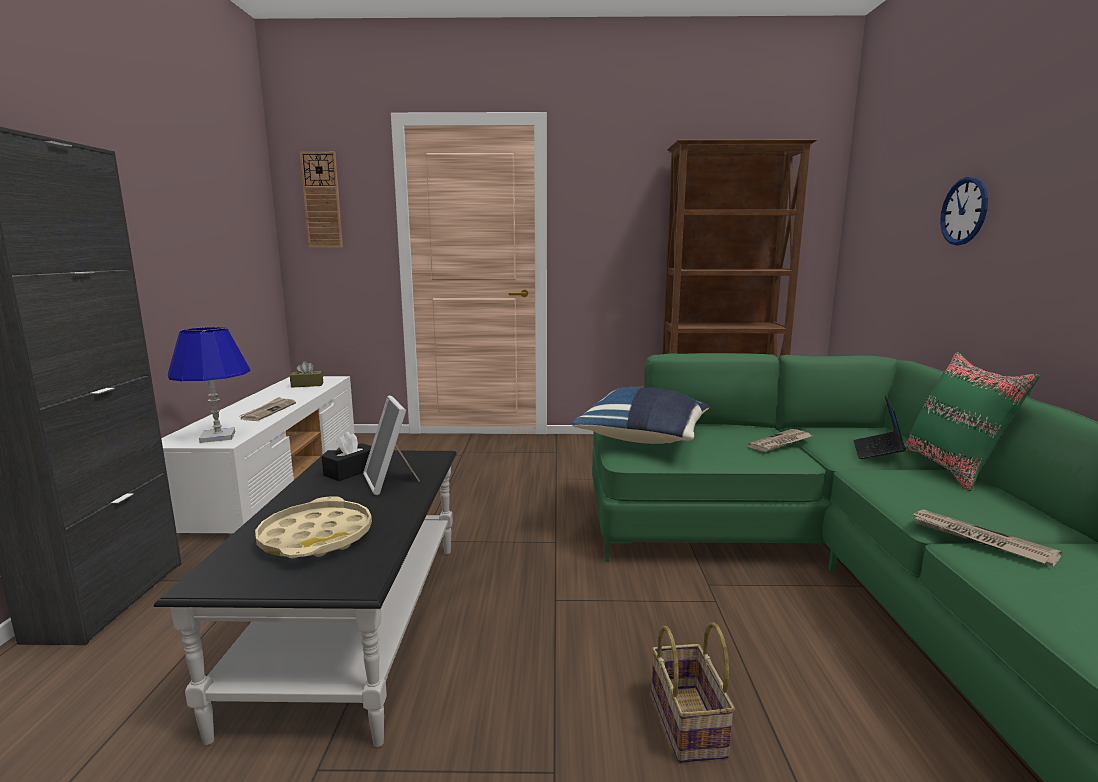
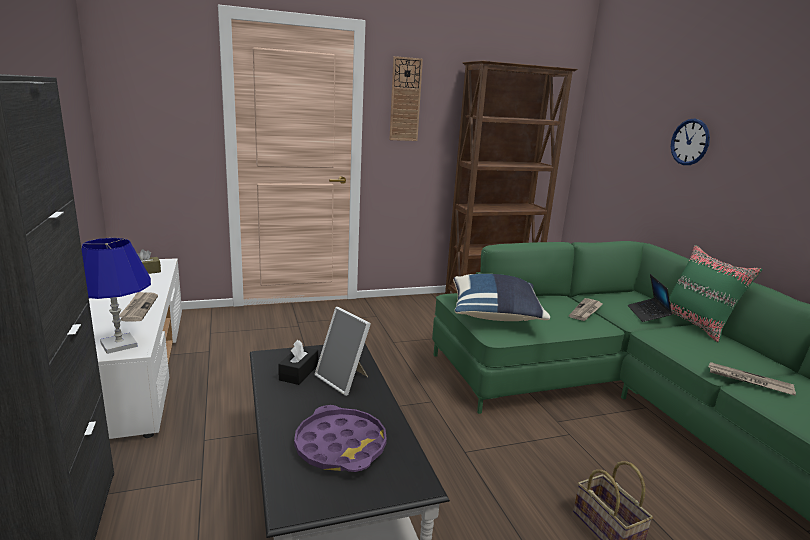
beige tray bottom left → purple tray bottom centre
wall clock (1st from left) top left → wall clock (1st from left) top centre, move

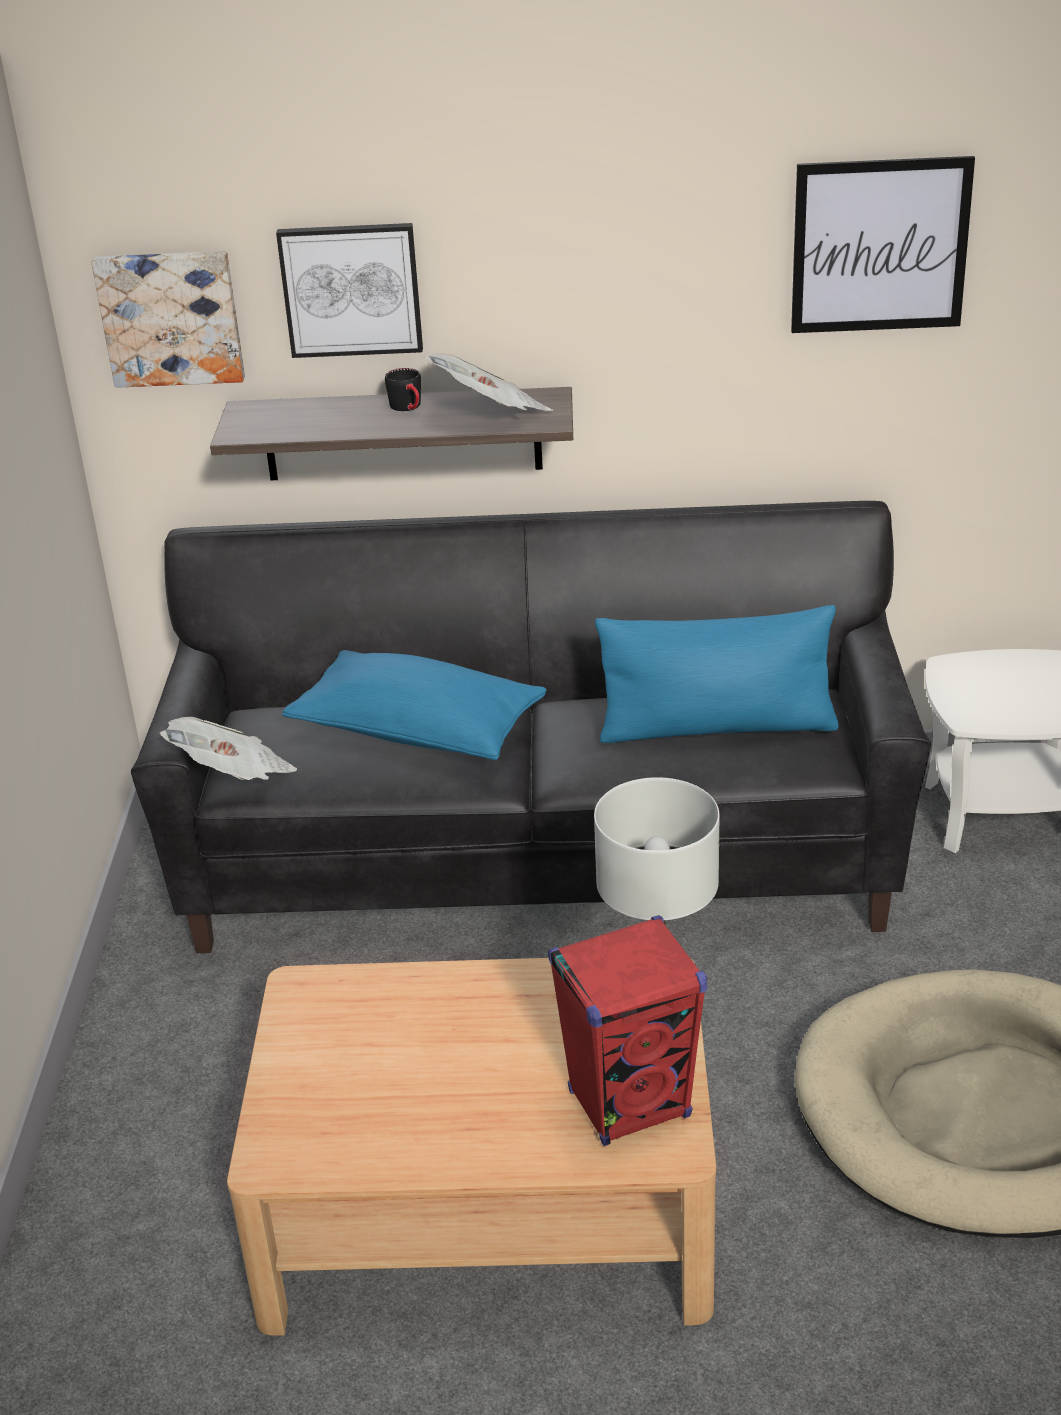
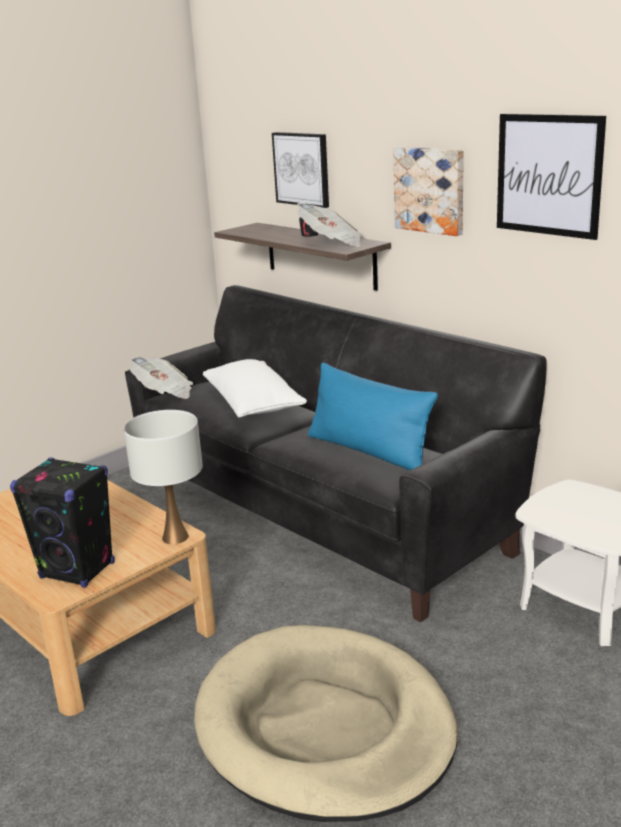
picture (1st from left in the first image) top left → picture (2nd from left) top right, move
blue pillow (1st from left) centre → white pillow centre
red speaker bottom centre → black speaker middle left

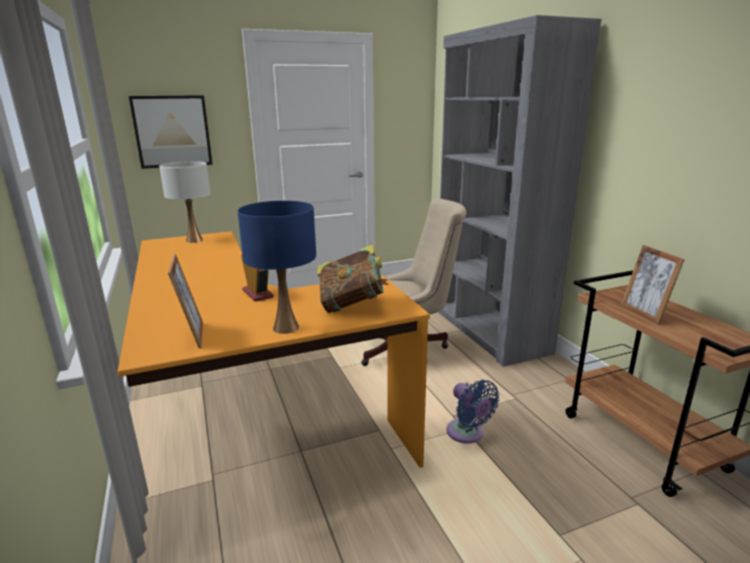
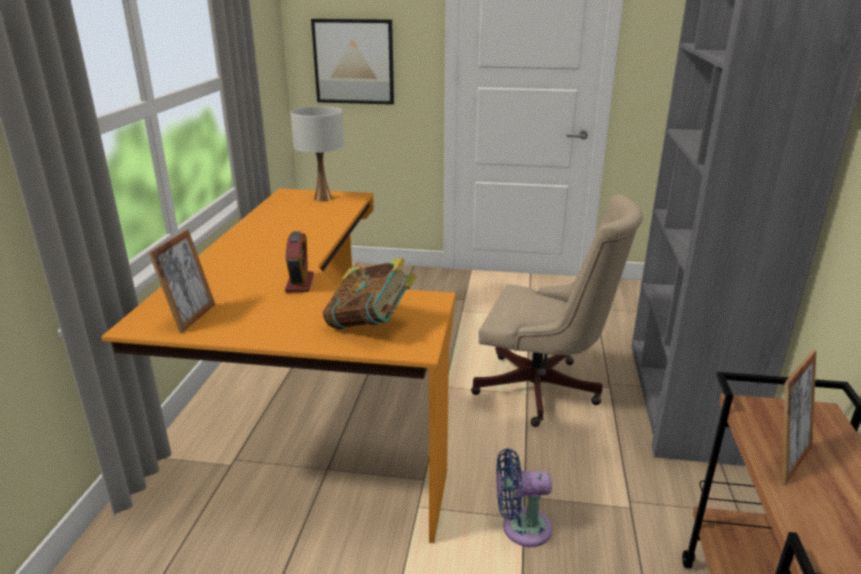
blue table lamp centre → -
blue fan bottom centre, 90 degrees clockwise
picture frame (2nd from left) middle right → picture frame (2nd from left) bottom right, 150 degrees counterclockwise

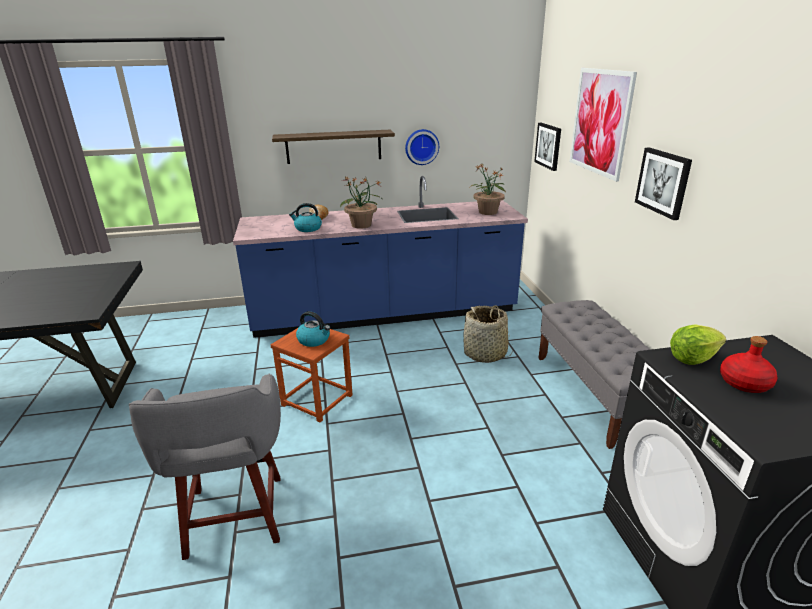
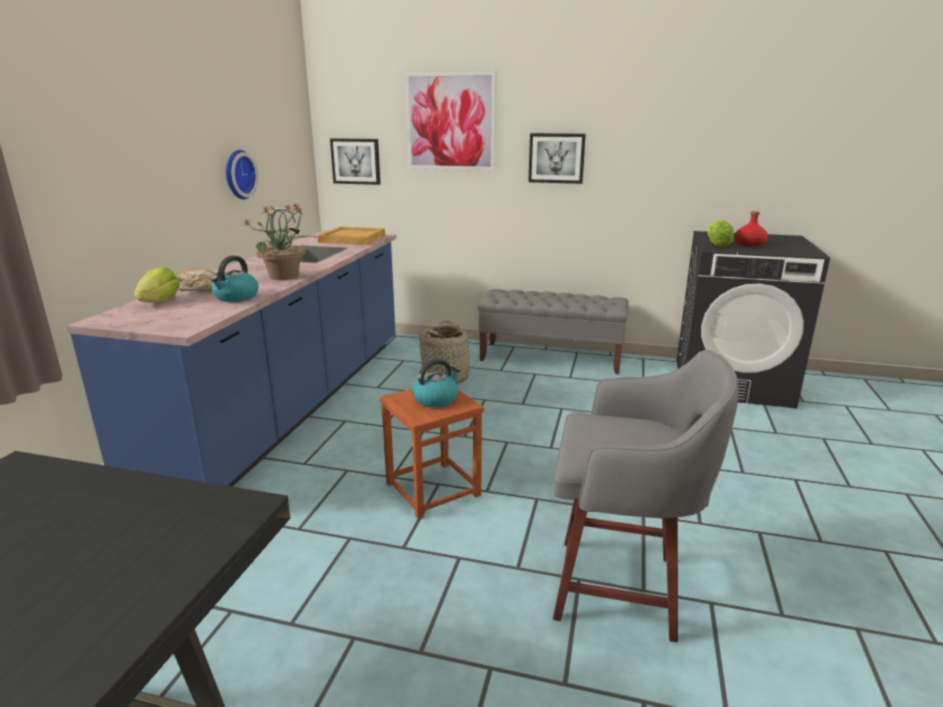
shelf top centre → -
potted plant (2nd from left) top centre → beige tray centre
- → lettuce (1st from left) middle left

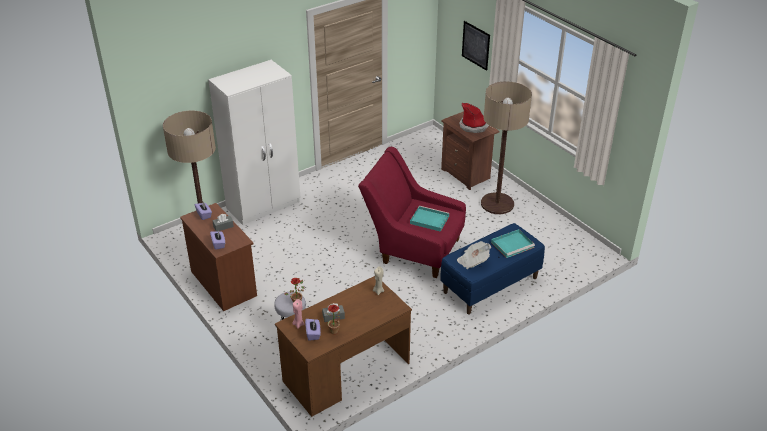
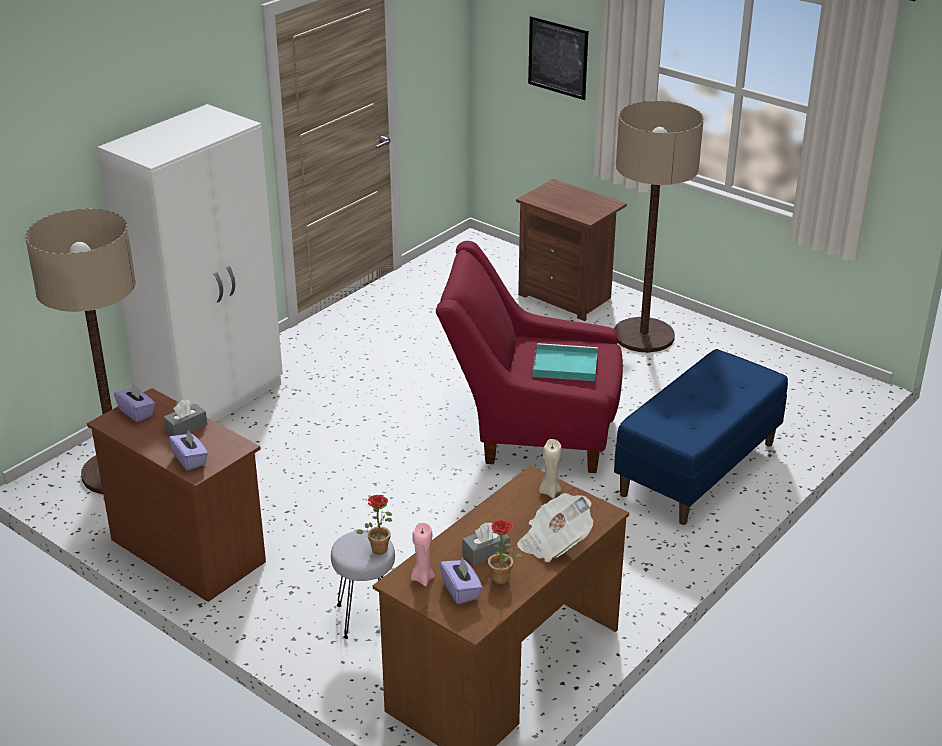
newspaper centre → newspaper bottom centre, move
hat top centre → -
turquoise tray (2nd from left) middle right → -

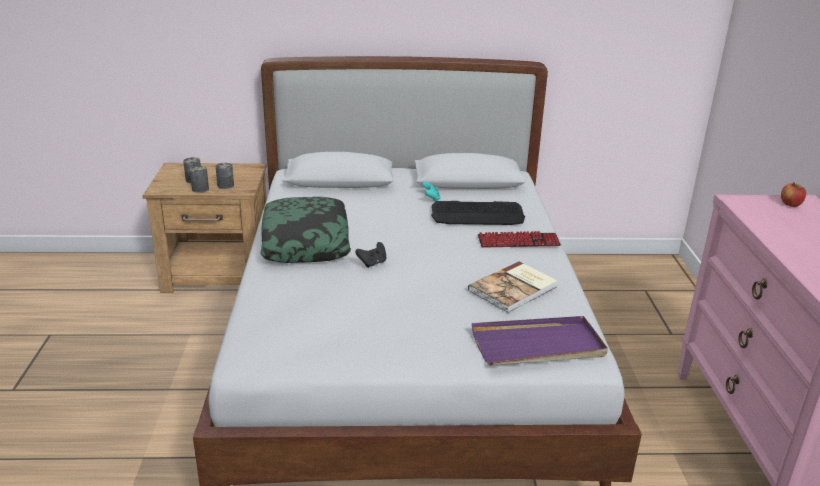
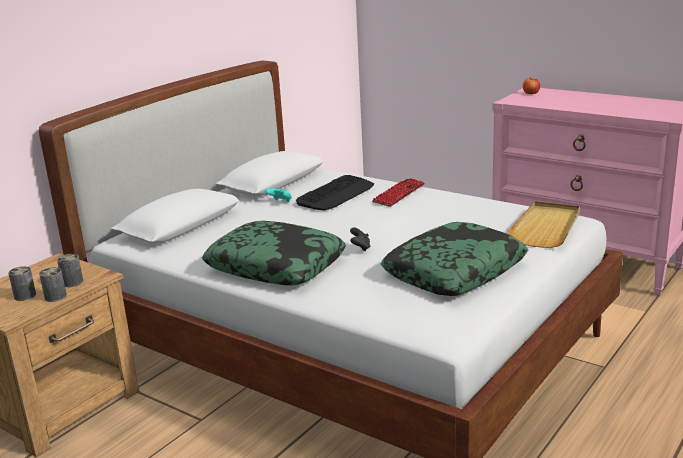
book centre → -
purple tray bottom centre → beige tray middle right
- → pillow (2nd from left) centre

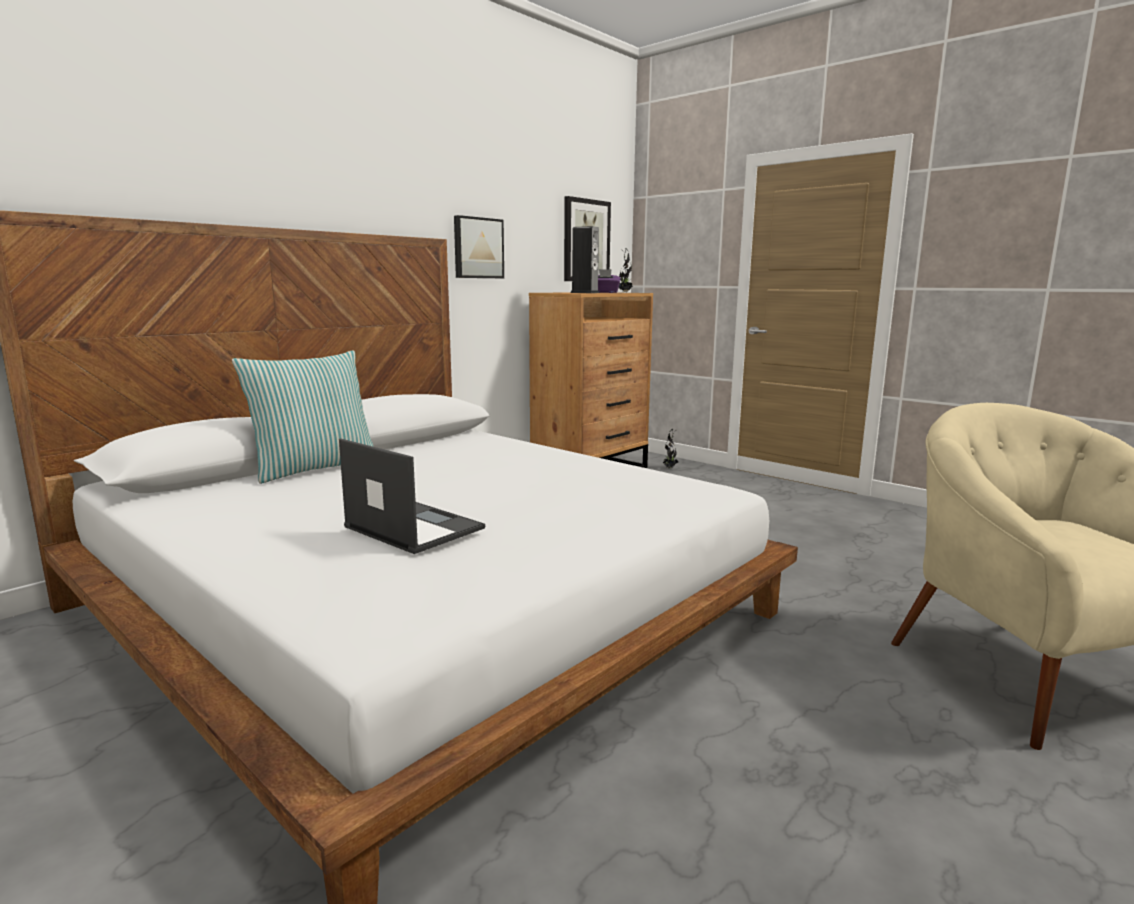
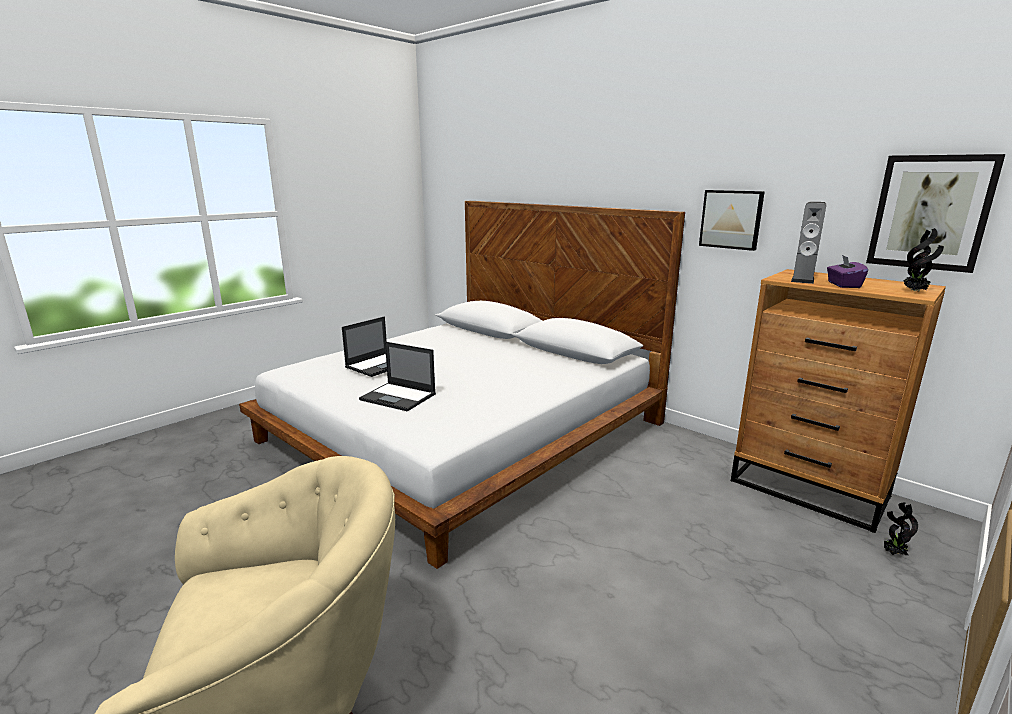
pillow middle left → -
- → laptop (2nd from left) centre

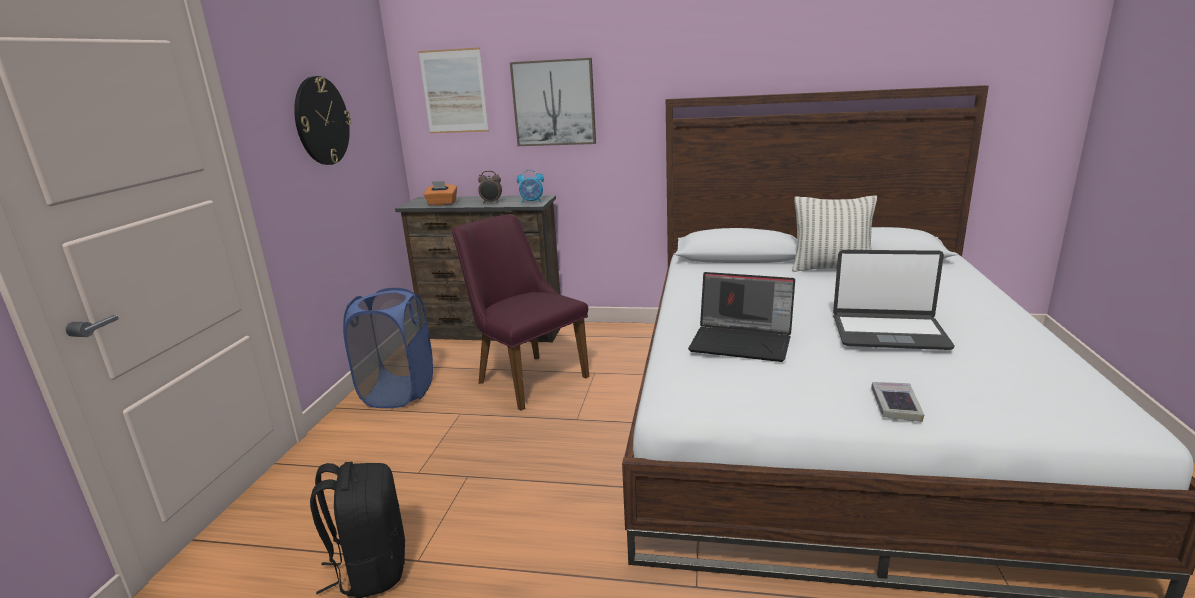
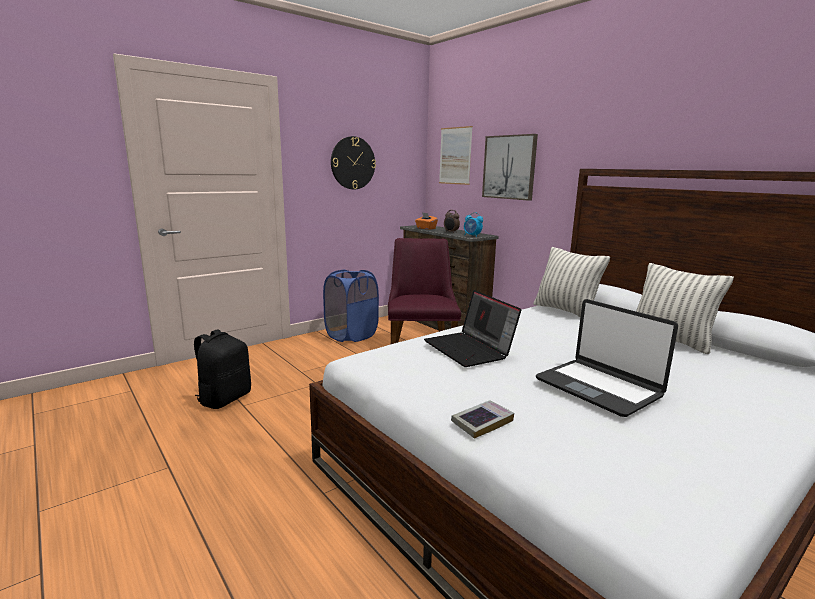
- → pillow (1st from left) middle right

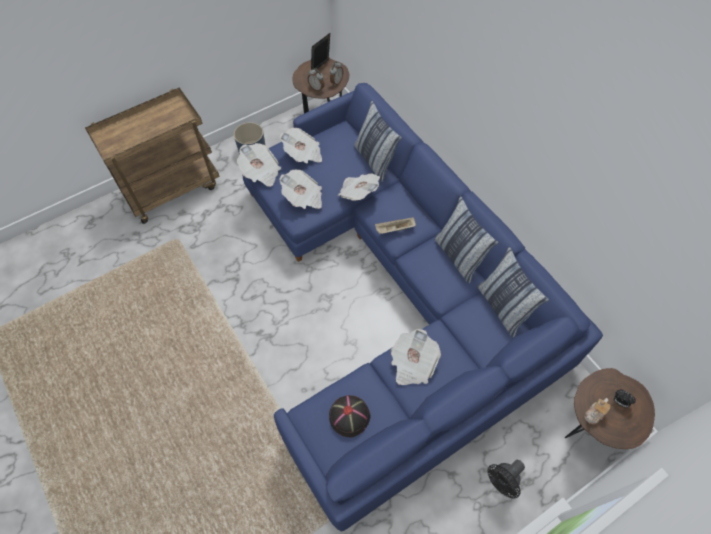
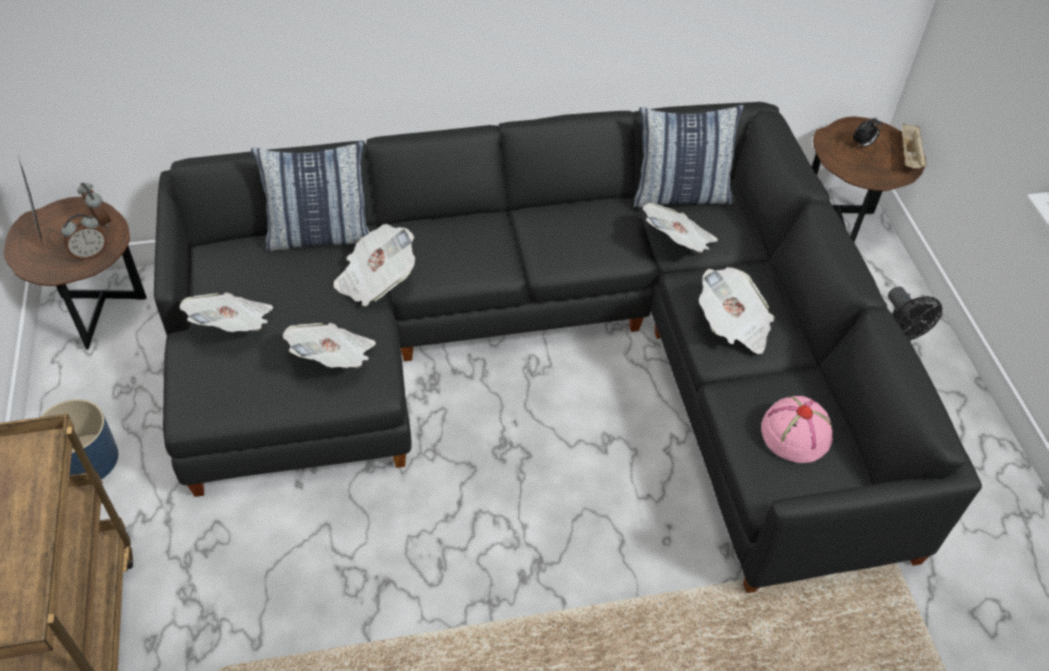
newspaper (1st from left in the first image) top centre → newspaper (4th from left) centre, move
blue sofa centre → black sofa centre
black hat bottom centre → pink hat middle right
beige tray centre → beige tray top right, move
pillow (2nd from left) centre → -
teapot bottom right → -

